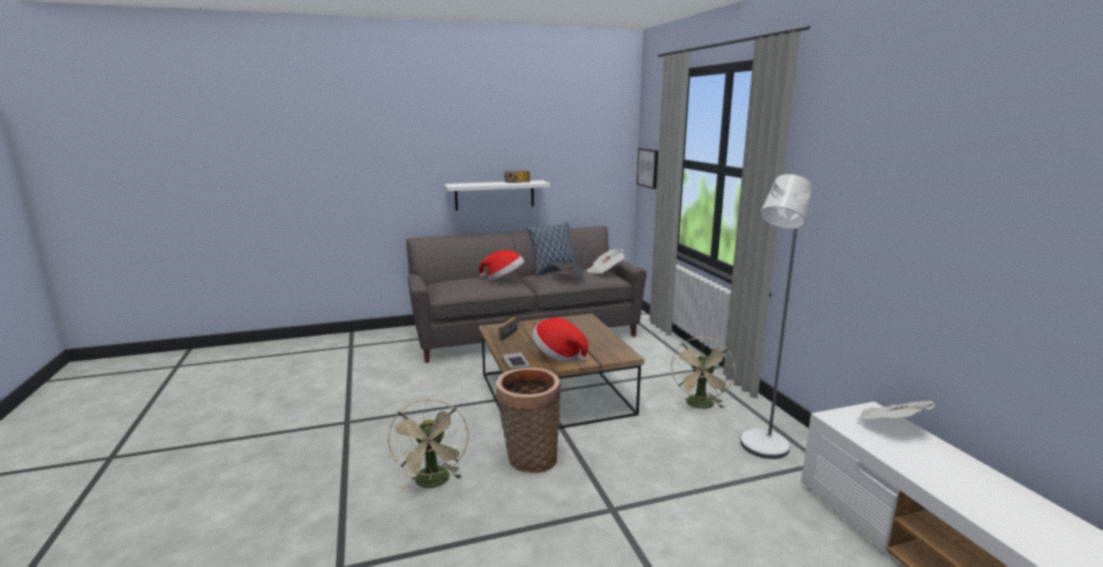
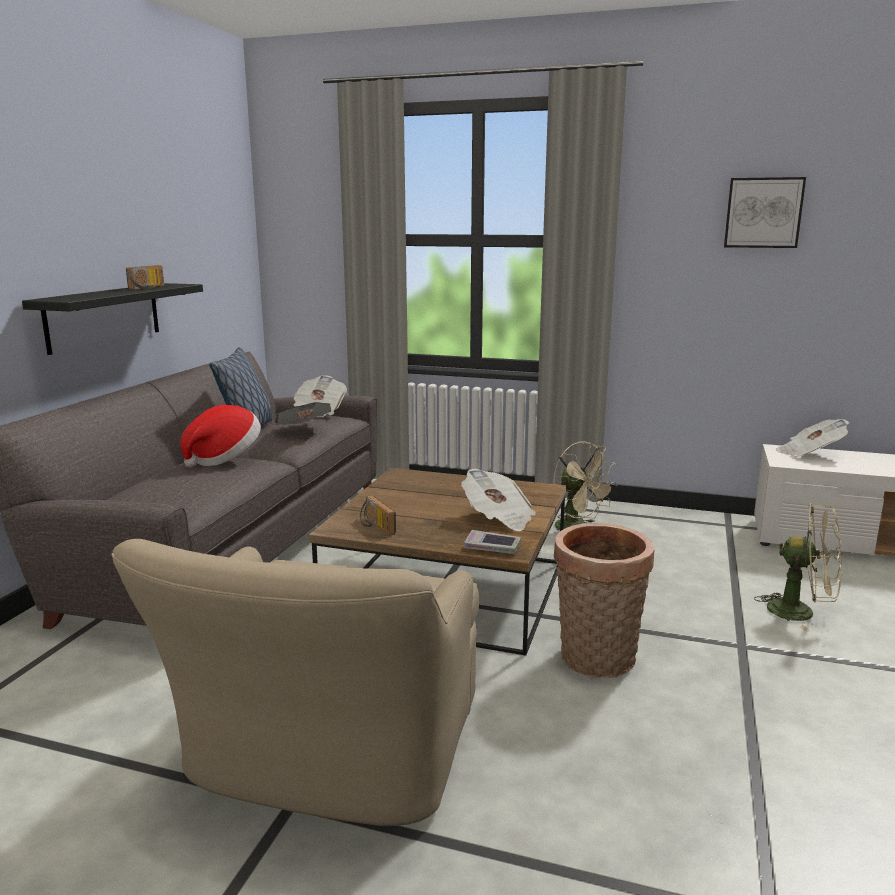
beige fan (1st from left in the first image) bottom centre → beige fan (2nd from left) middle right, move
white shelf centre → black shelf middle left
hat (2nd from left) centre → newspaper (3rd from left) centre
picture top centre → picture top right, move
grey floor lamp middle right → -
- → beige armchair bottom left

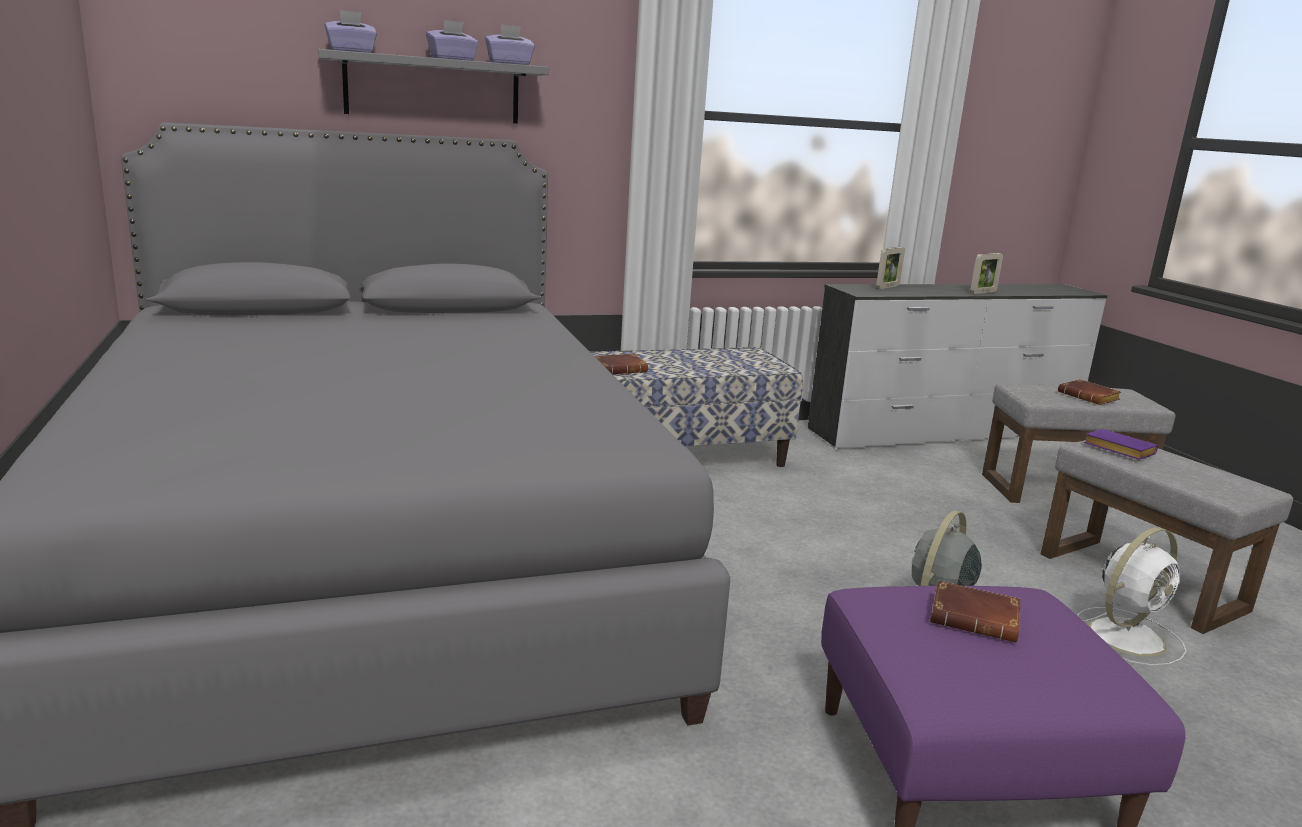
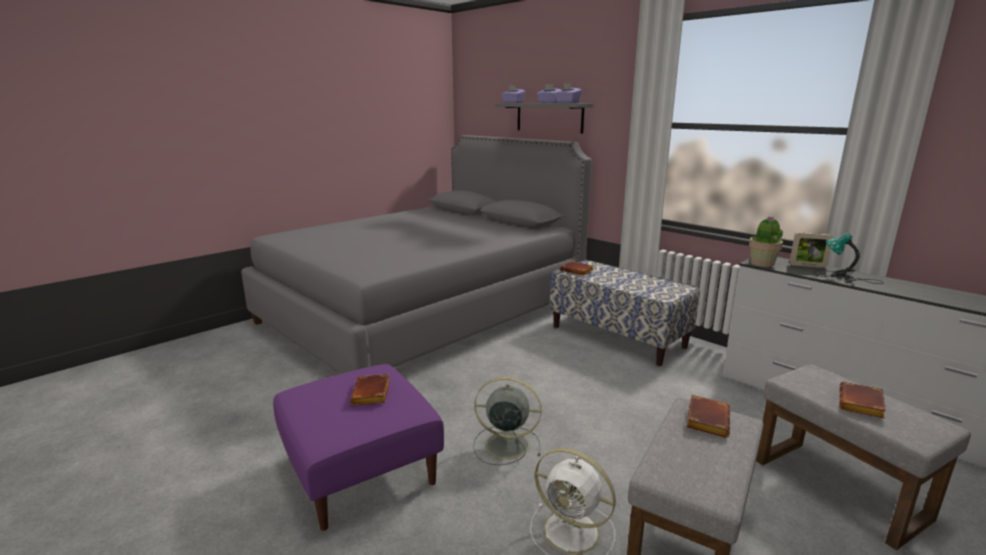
picture frame (2nd from left) top right → -
purple book middle right → brown book (3rd from left) bottom right
- → potted plant middle right
- → table lamp middle right

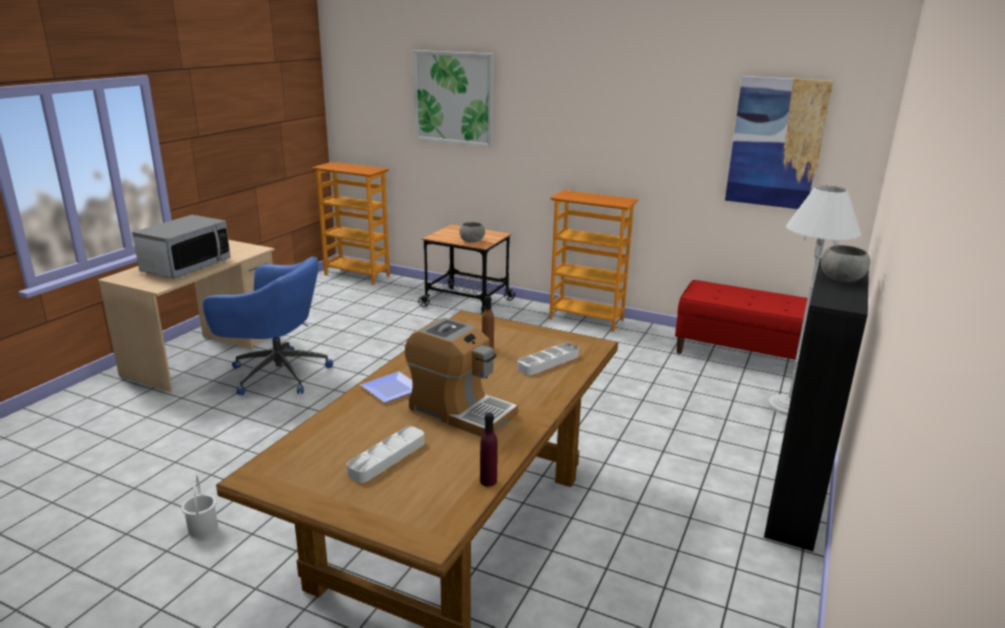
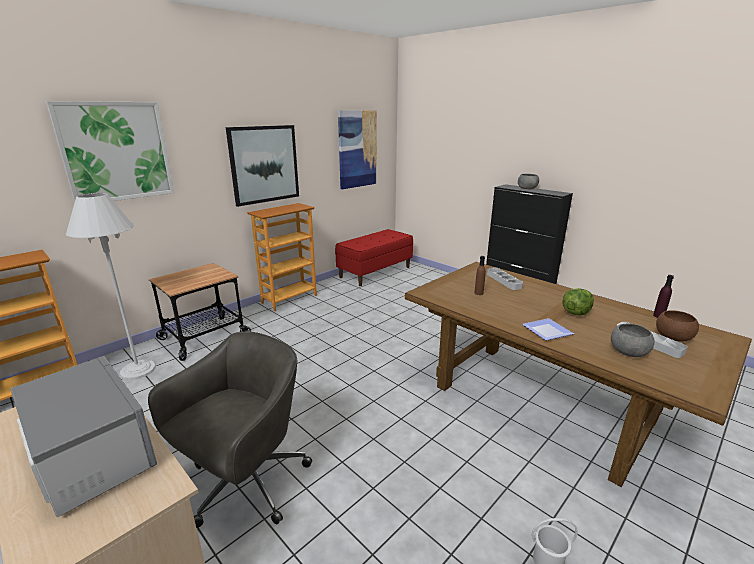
blue office chair middle left → grey office chair bottom left
coffee machine centre → lettuce middle right
grey bowl (1st from left in the first image) centre → grey bowl (2nd from left) middle right, move
white floor lamp middle right → white floor lamp middle left, move
- → picture (2nd from left) top centre
- → brown bowl middle right

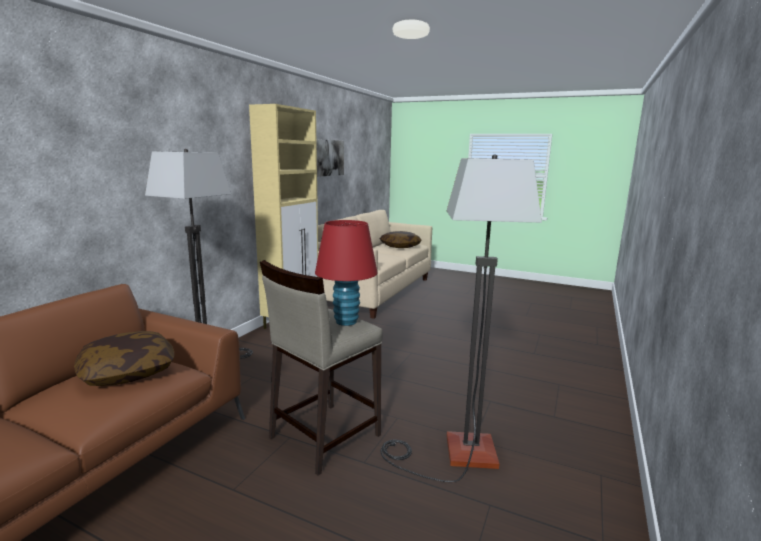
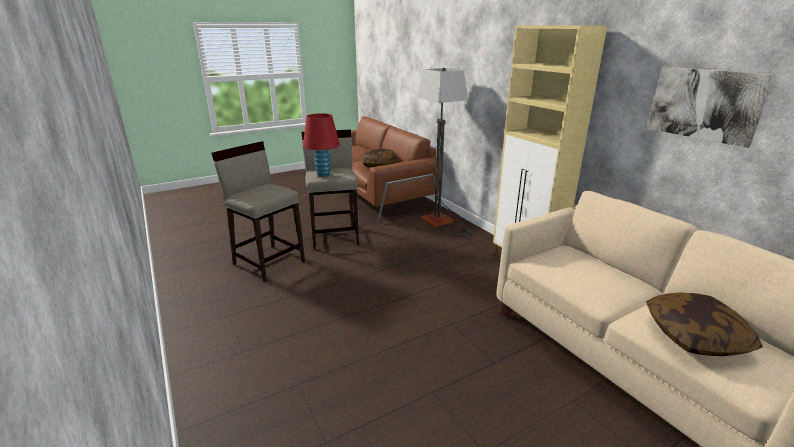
floor lamp (2nd from left) centre → beige stool (1st from left) middle left

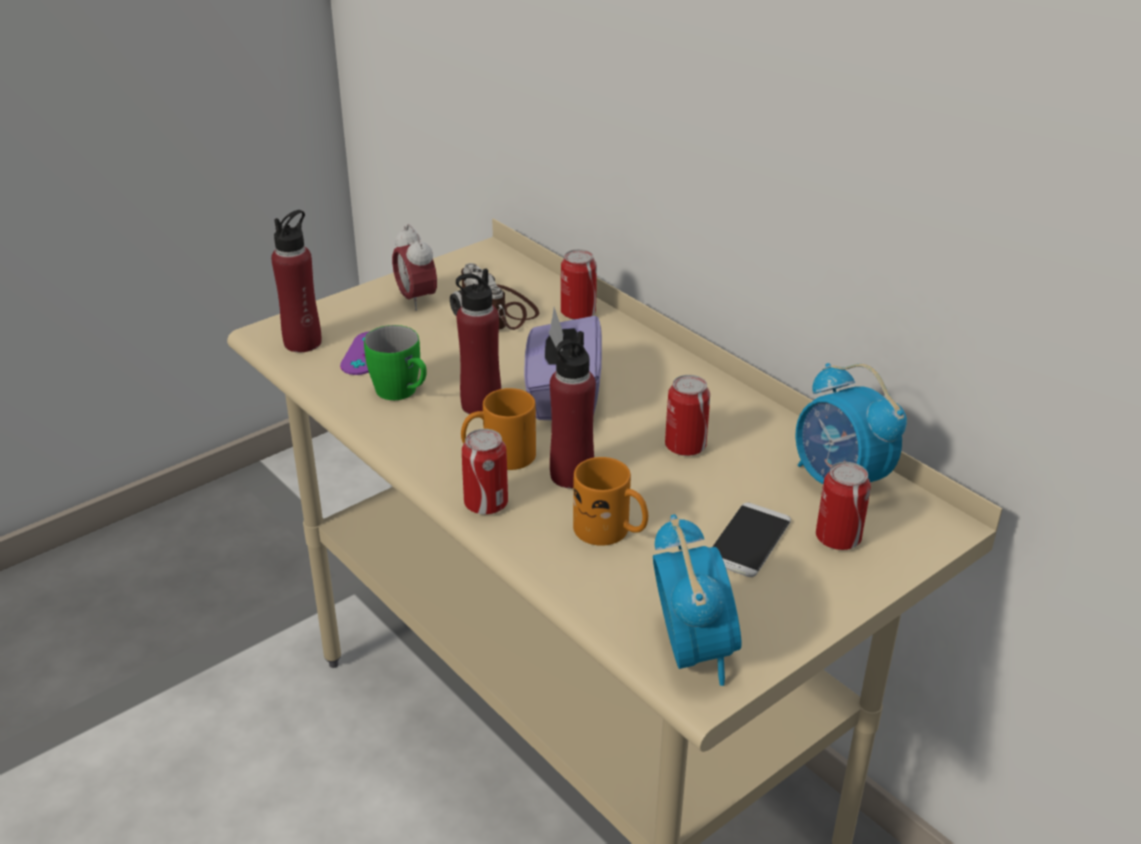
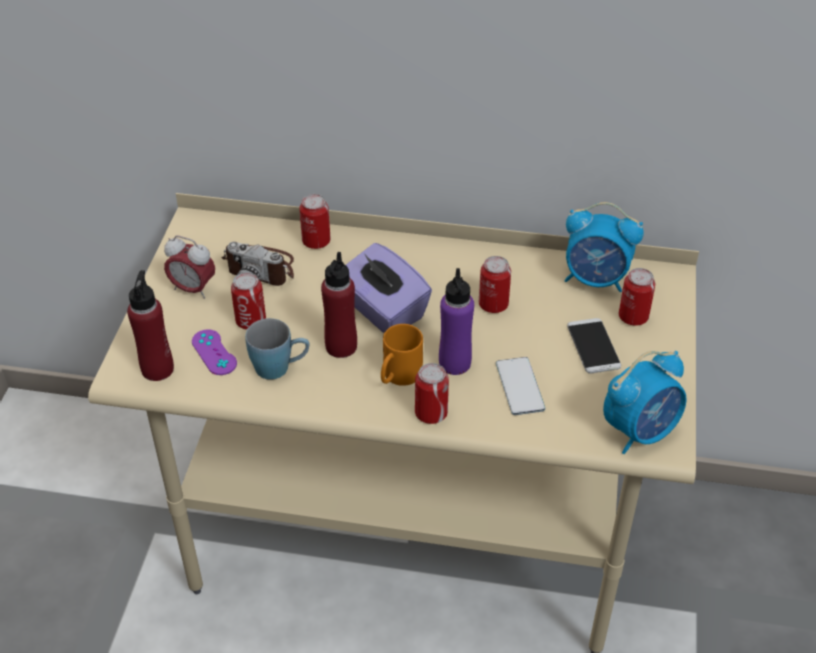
green mug centre → blue mug centre
red bottle (3rd from left) centre → purple bottle centre
orange mug (2nd from left) centre → phone (1st from left) centre
alarm clock (2nd from left in the first image) bottom centre → alarm clock (3rd from left) middle right, 105 degrees clockwise
- → can (1st from left) middle left

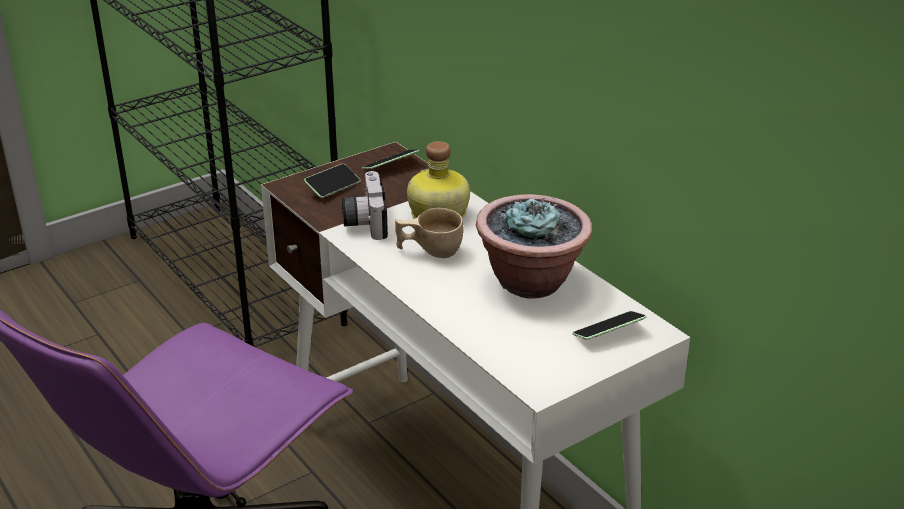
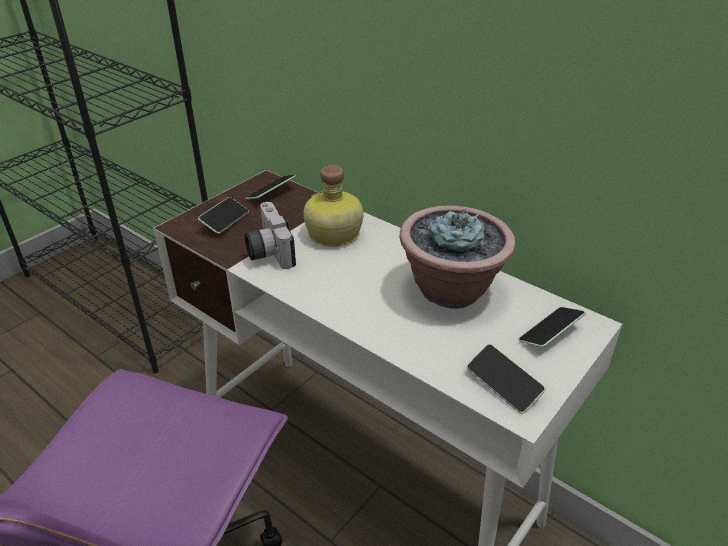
beige cup centre → -
- → phone (3rd from left) bottom right

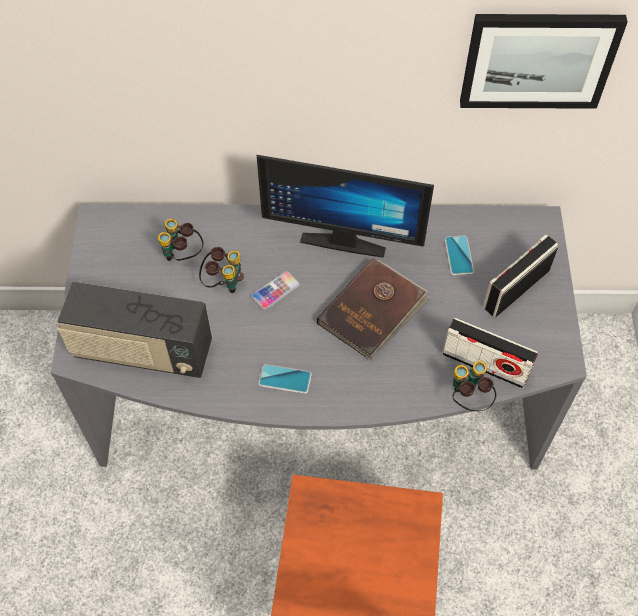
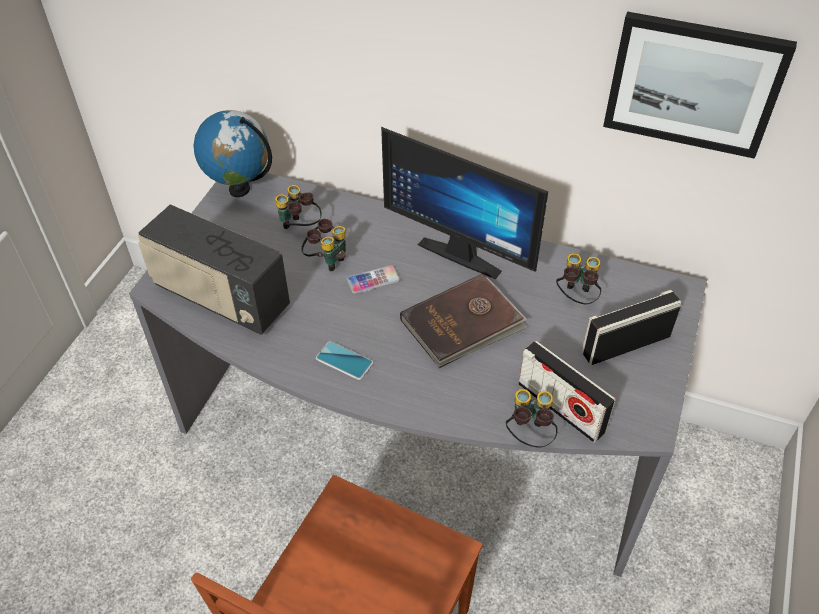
phone (3rd from left) middle right → binoculars (4th from left) middle right
- → globe top left

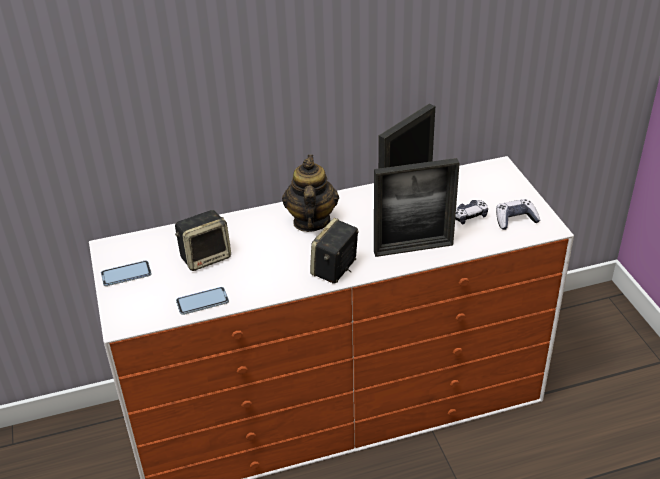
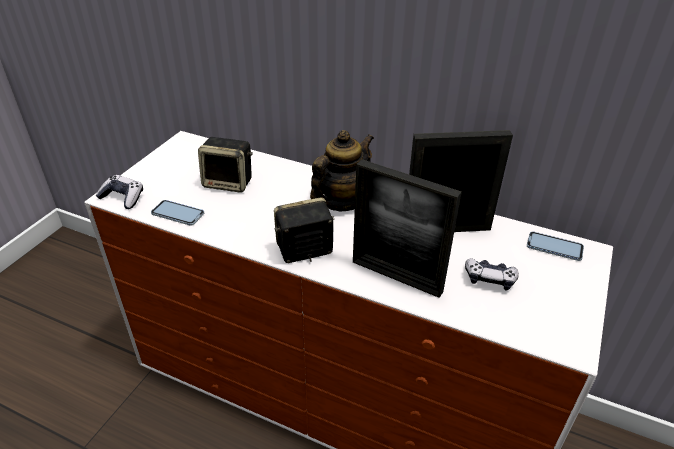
phone (1st from left in the first image) middle left → phone (2nd from left) middle right, move
game controller (2nd from left in the first image) middle right → game controller (1st from left) middle left, move

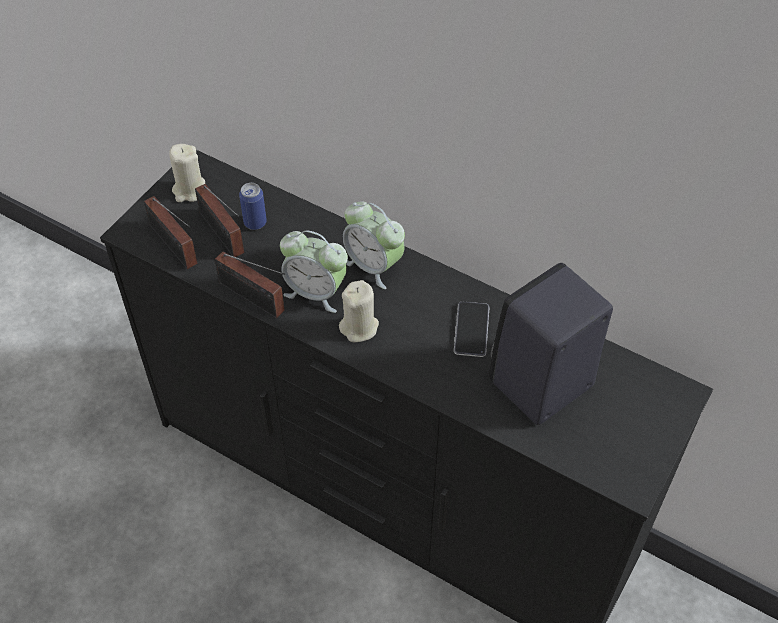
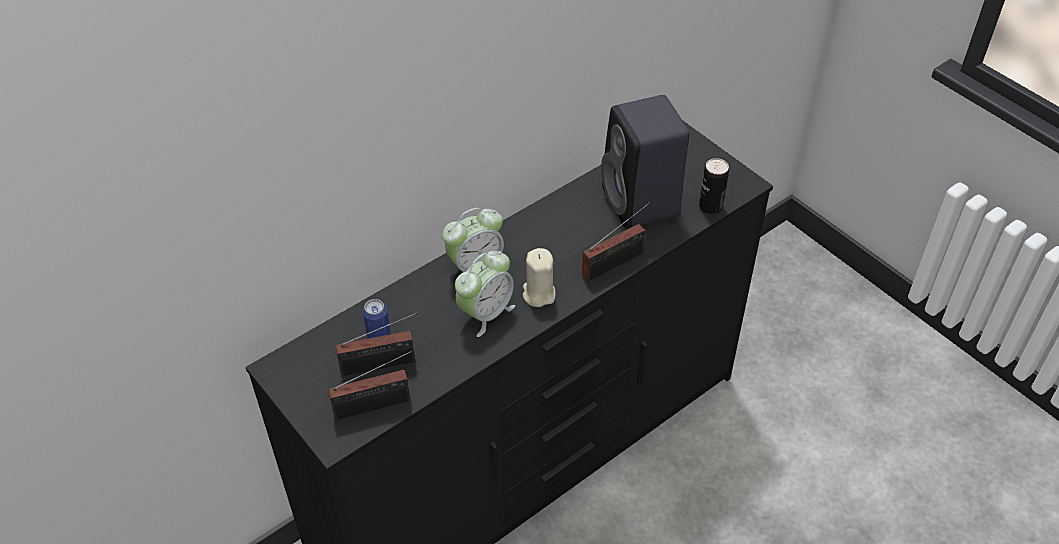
beige candle (1st from left) top left → -
radio (3rd from left) middle left → radio (3rd from left) centre, move
phone centre → -
- → can (2nd from left) middle right

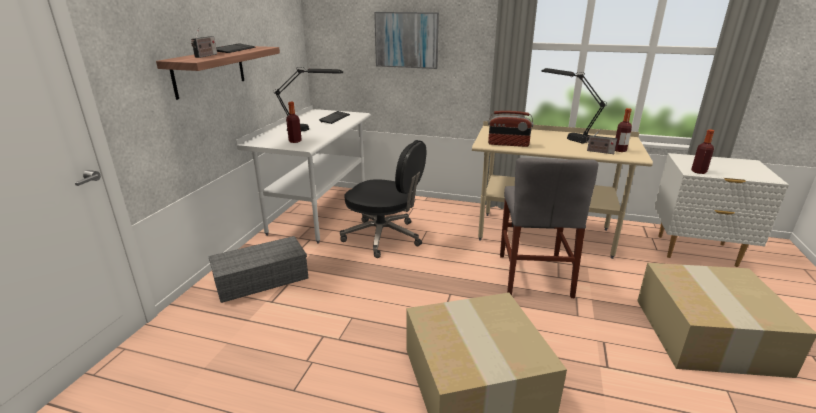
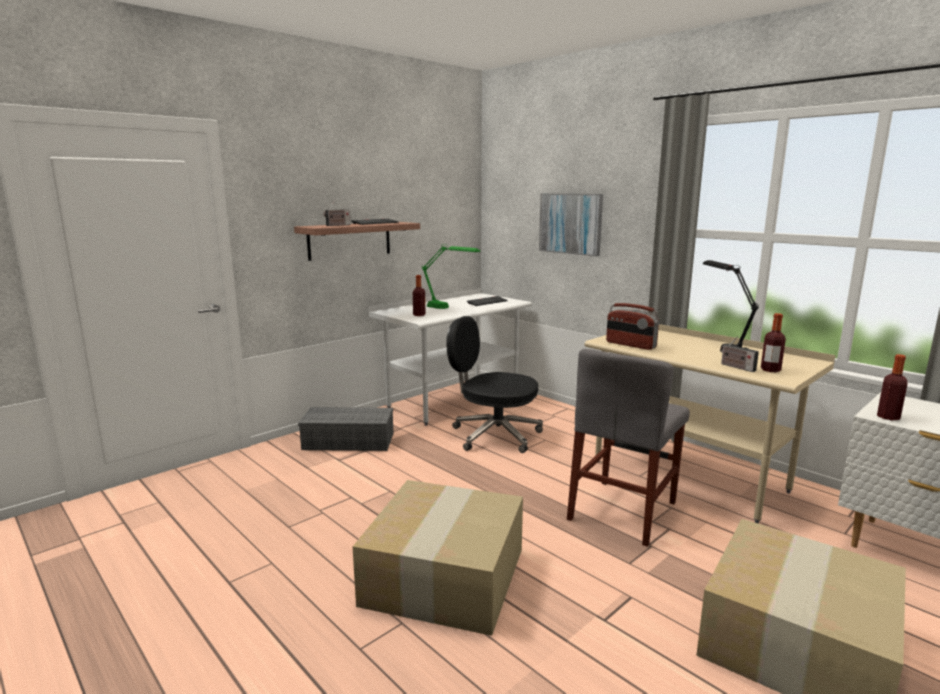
black table lamp (1st from left) top centre → green table lamp centre
black office chair centre, 150 degrees clockwise

